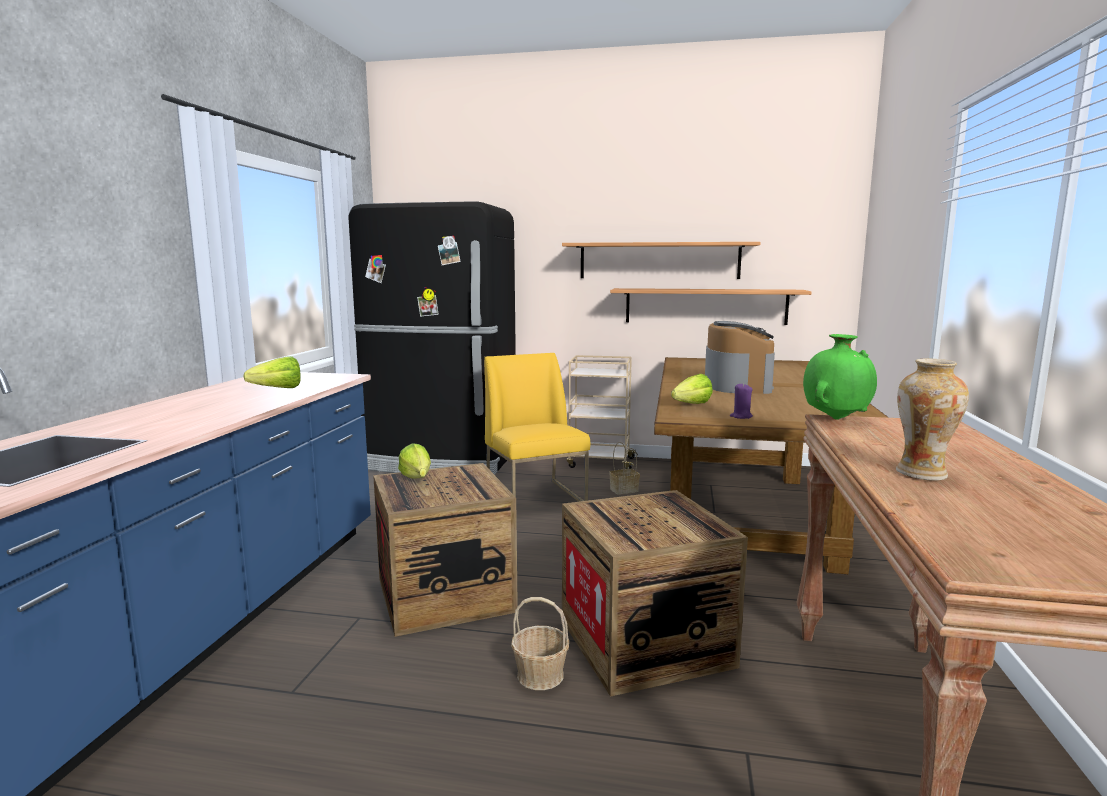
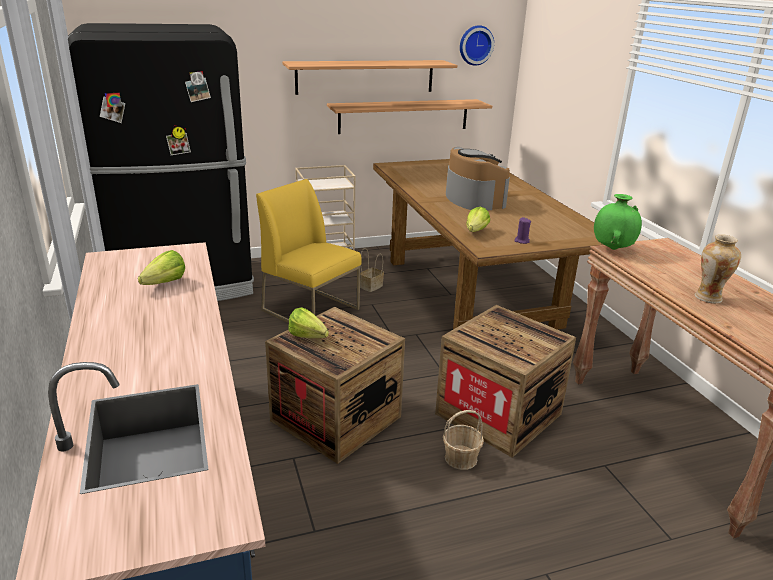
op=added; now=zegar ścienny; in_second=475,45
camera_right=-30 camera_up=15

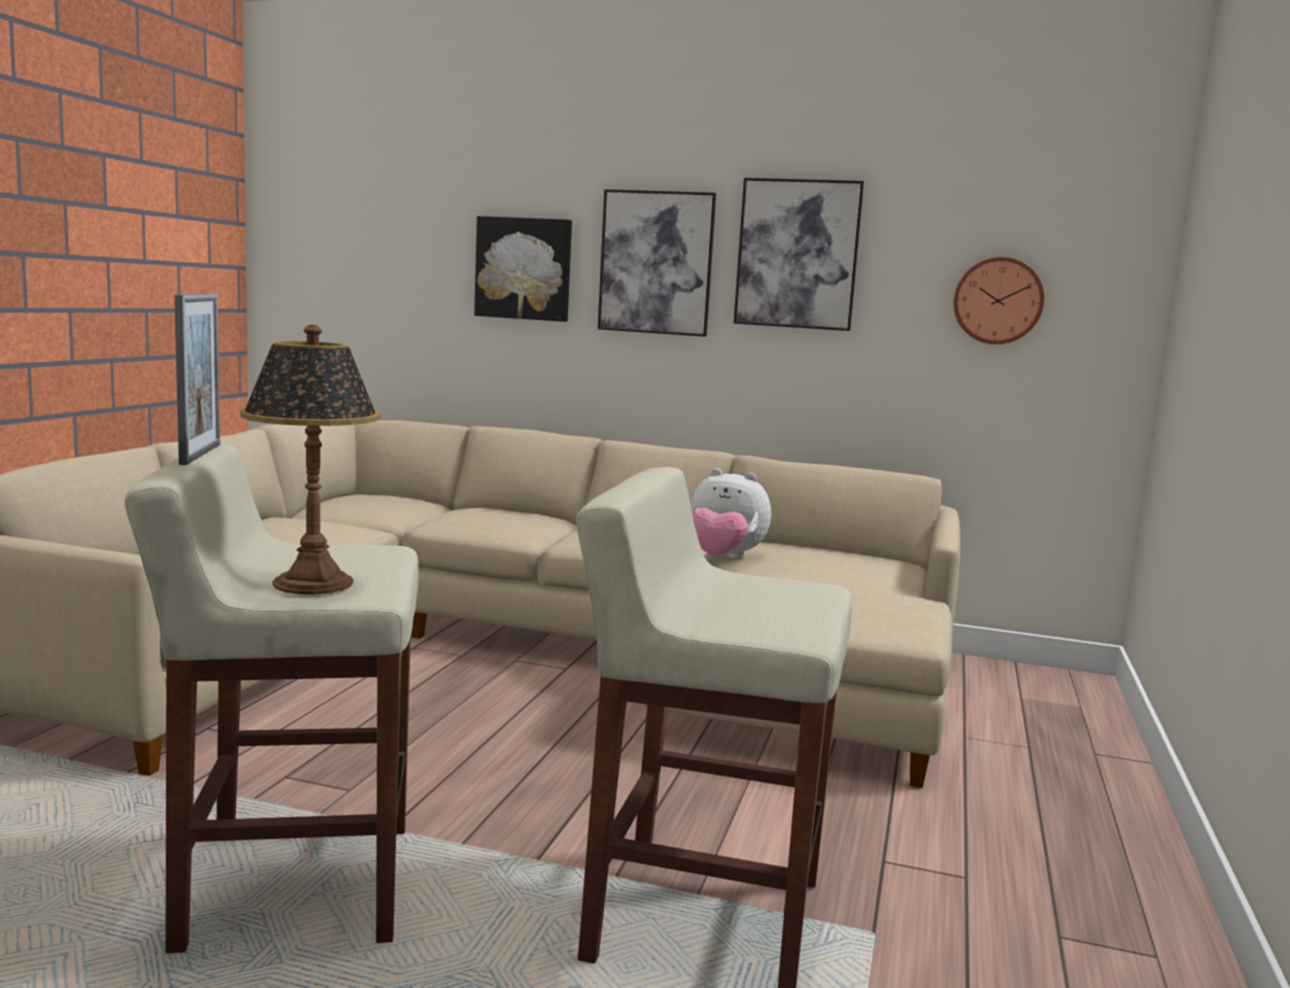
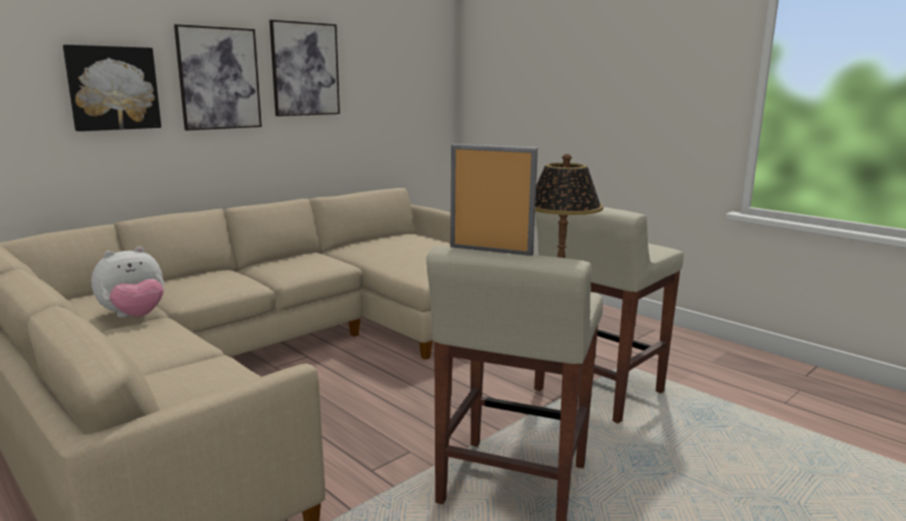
op=moved; was=pluszak; in_first=723,558; in_second=134,317
op=removed; was=zegar ścienny; in_first=998,301
camera_right=-60 camera_up=5

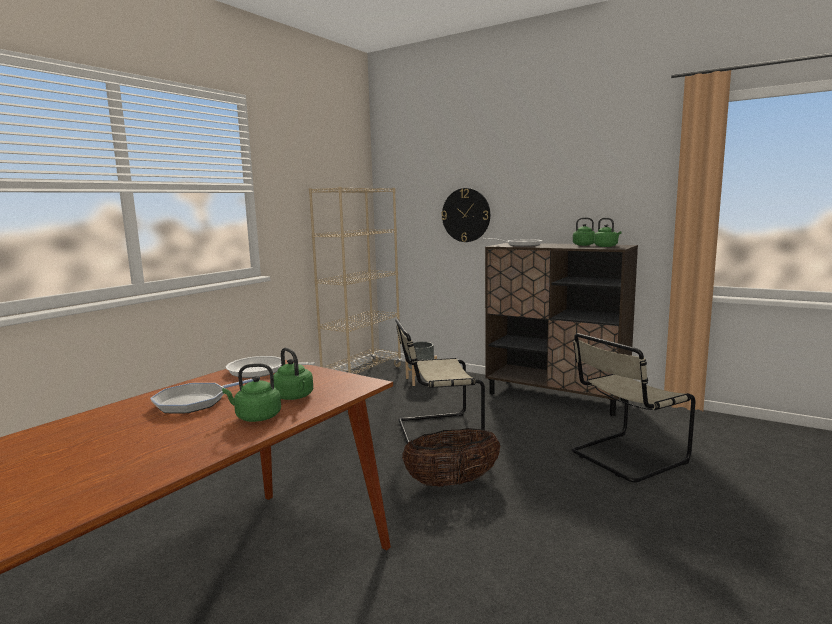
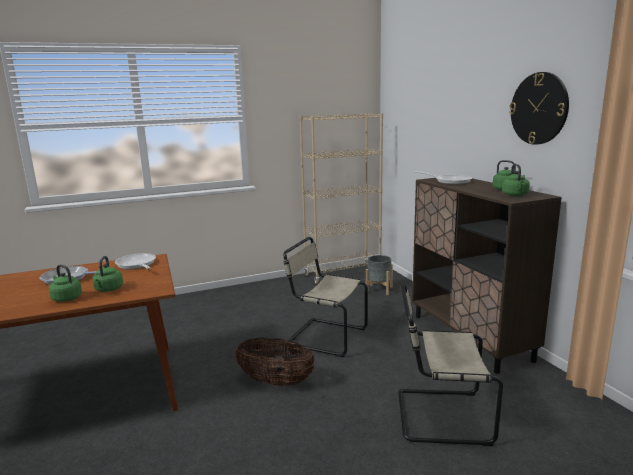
op=moved; was=zegar ścienny; in_first=466,215; in_second=539,108
camera_right=35 camera_up=5

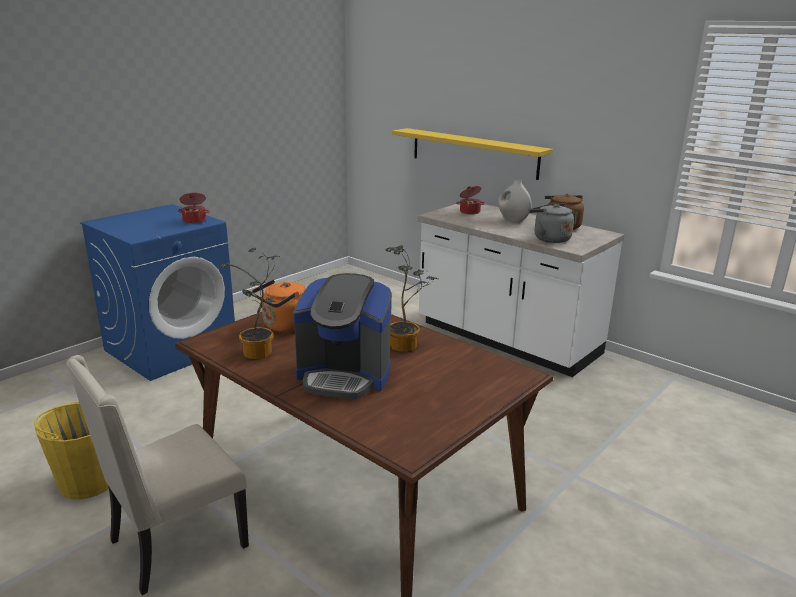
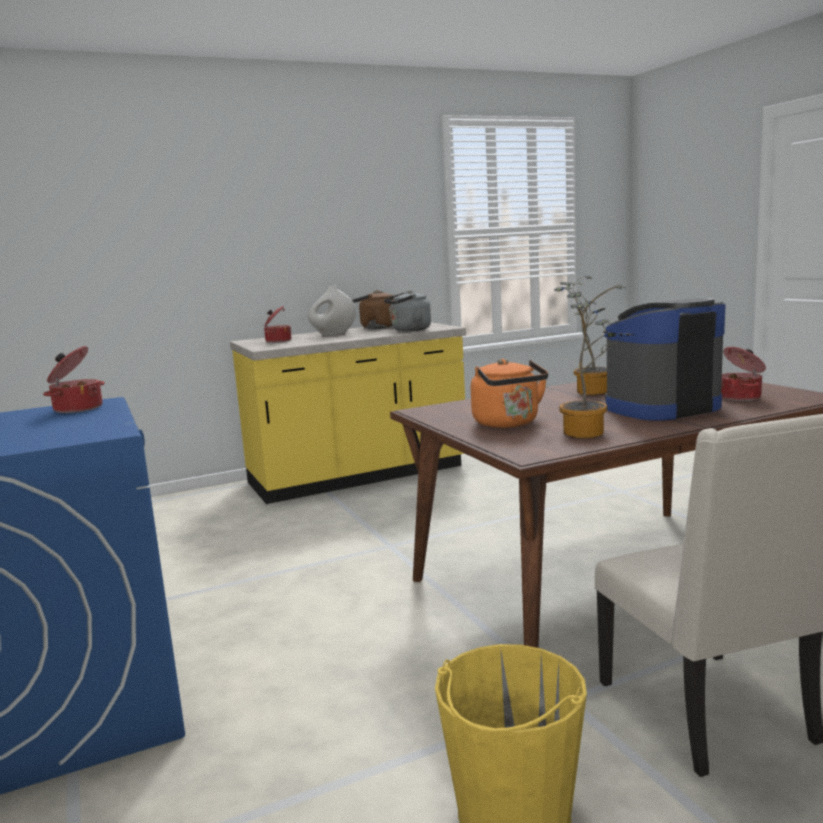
op=recoloured; was=zabudowa kuchenna/biały; now=zabudowa kuchenna/żółty; in_first=506,339; in_second=358,476
op=turned; was=ekspres do kawy; in_first=344,376; in_second=660,407; clockwise=-150
op=added; now=garnek; in_second=741,397
op=removed; was=półka/żółty; in_first=473,153
camera_right=-65 camera_up=-10

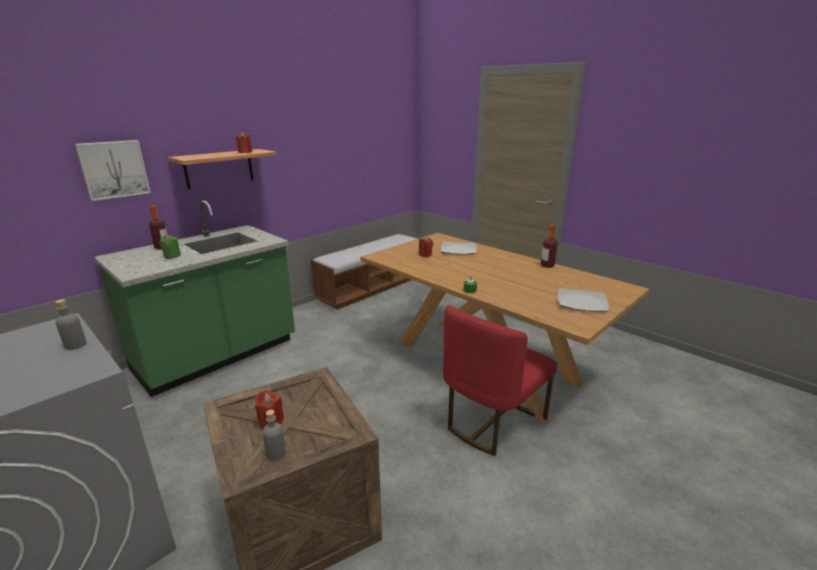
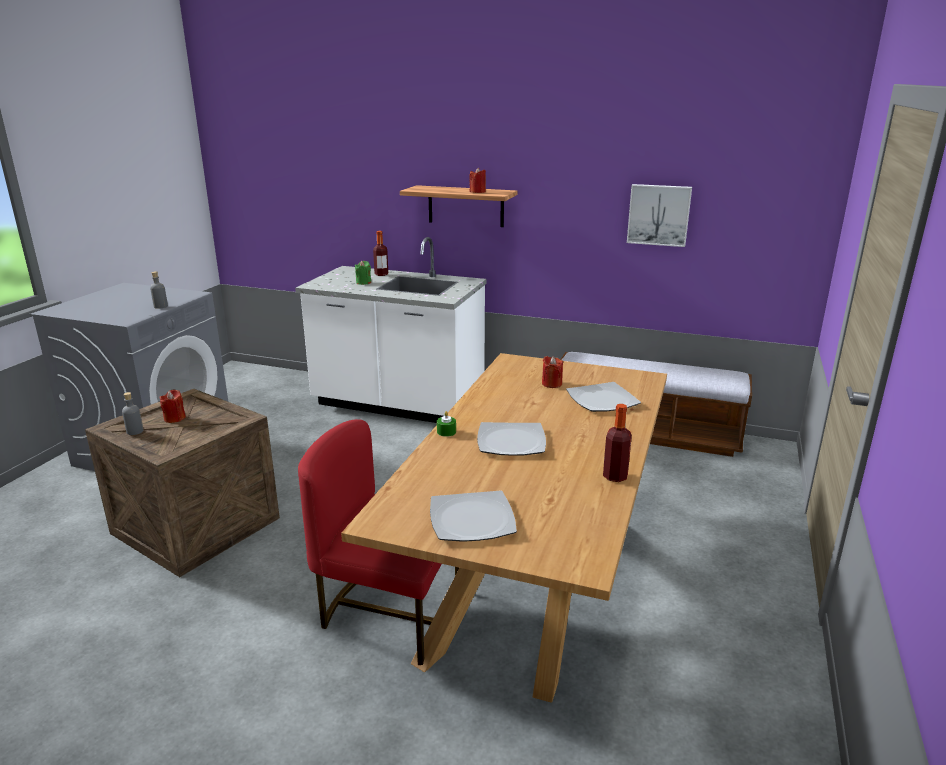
op=recoloured; was=zabudowa kuchenna/zielony; now=zabudowa kuchenna/biały; in_first=217,356; in_second=398,404
op=added; now=talerz; in_second=512,442
op=moved; was=obraz; in_first=113,169; in_second=659,215
camera_right=65 camera_up=0

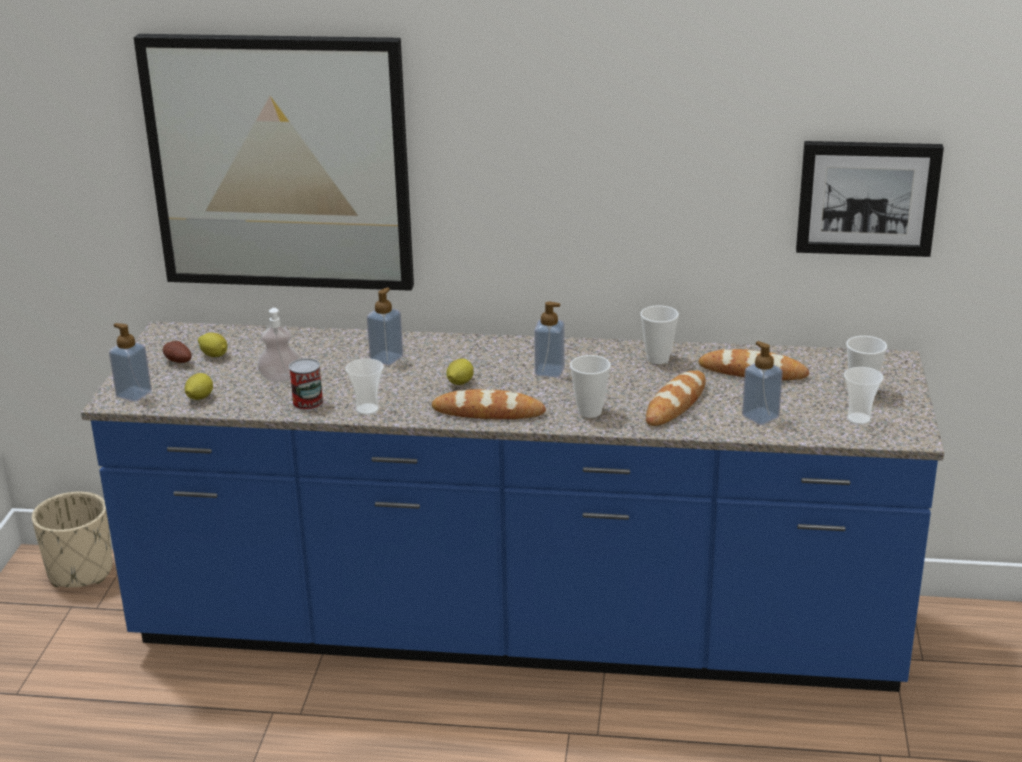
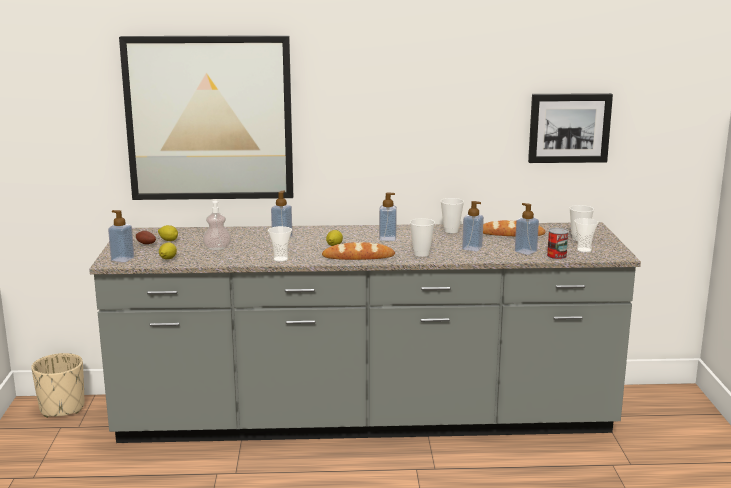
op=recoloured; was=zabudowa kuchenna/niebieski; now=zabudowa kuchenna/szary; in_first=516,633; in_second=365,420
op=replaced; was=chleb; now=dozownik mydła; in_first=676,403; in_second=472,248
op=moved; was=puszka; in_first=308,402; in_second=556,256
camera_right=-10 camera_up=-10

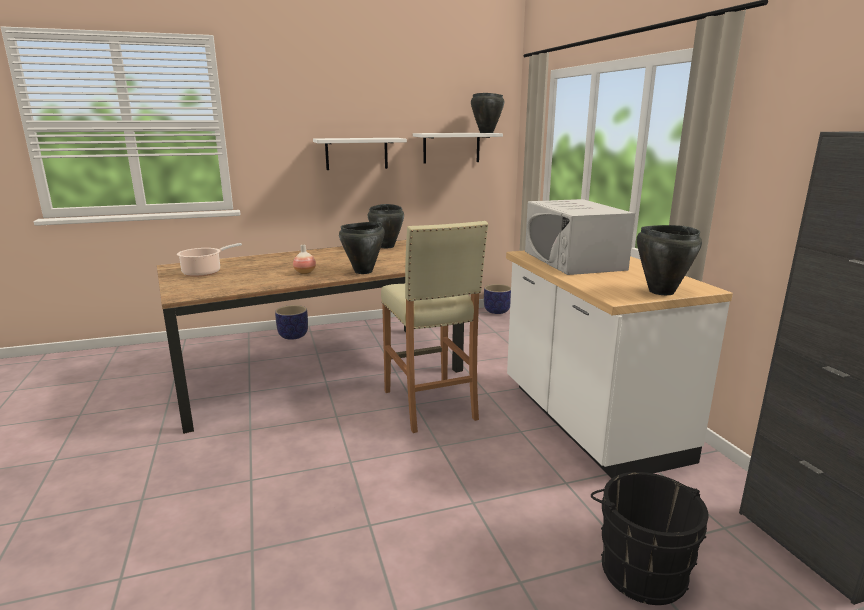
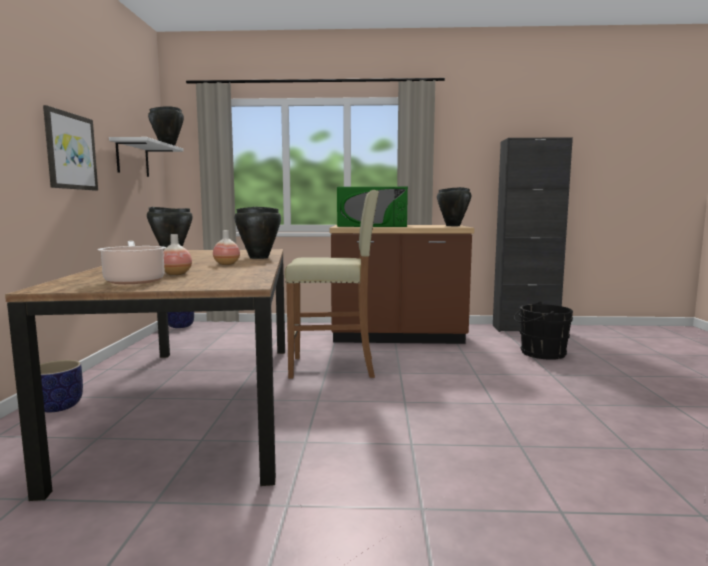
op=replaced; was=półka/biały; now=obraz; in_first=356,153; in_second=70,151
op=added; now=wazon; in_second=176,274
op=recoloured; was=zabudowa kuchenna/biały; now=zabudowa kuchenna/brązowy; in_first=588,422; in_second=397,336
op=recoloured; was=mikrofalówka/biały; now=mikrofalówka/zielony; in_first=573,260; in_second=373,226
camera_right=-70 camera_up=-10

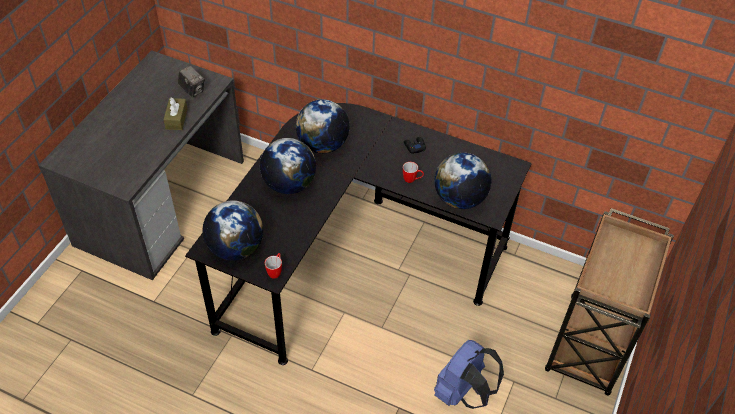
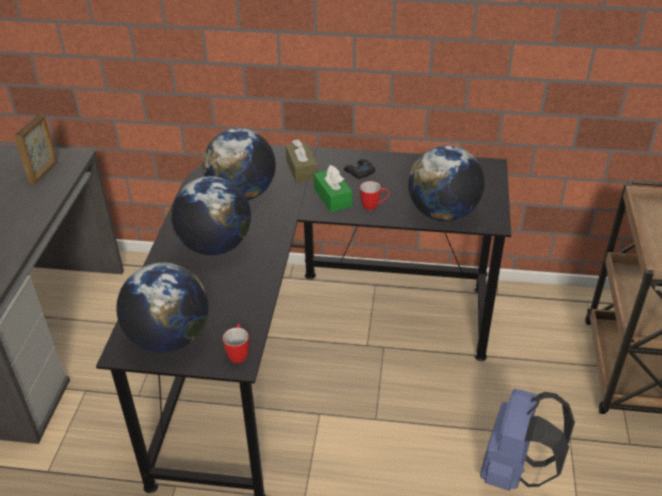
op=replaced; was=aparat fotograficzny; now=ramka na zdjęcie; in_first=192,90; in_second=44,172
op=moved; was=pudełko chusteczek/brązowy; in_first=176,119; in_second=301,169
op=added; now=pudełko chusteczek/zielony; in_second=332,197
camera_right=-15 camera_up=-10

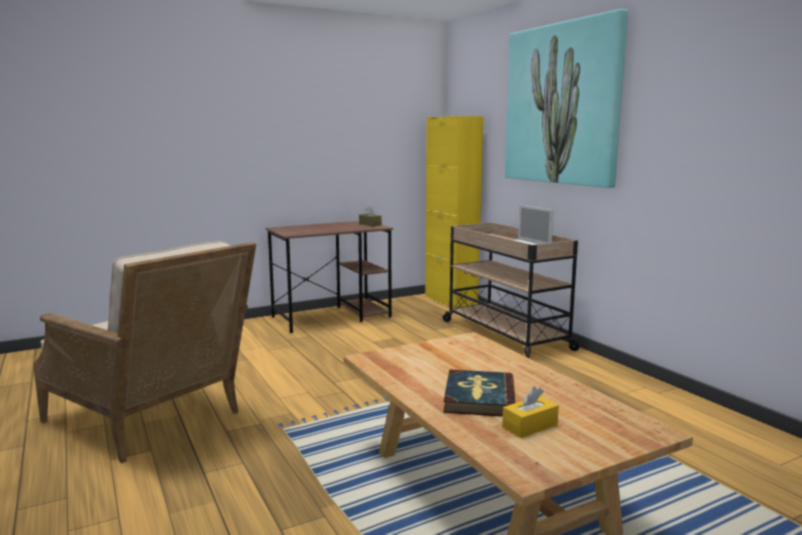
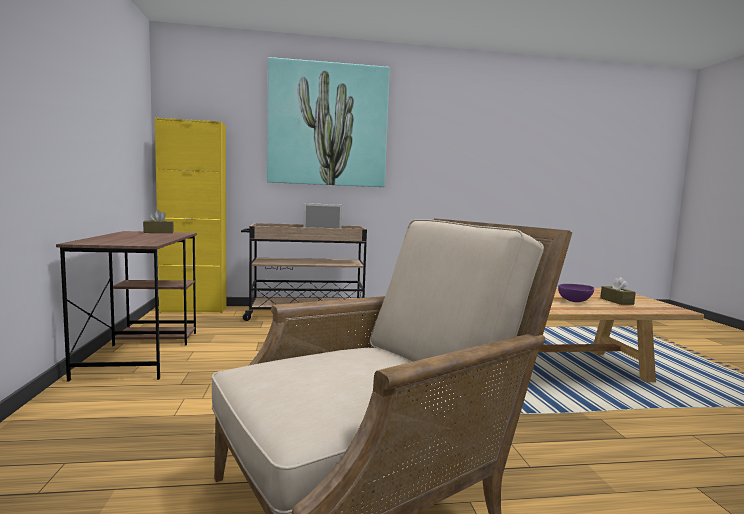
op=replaced; was=książka; now=miska/fioletowy; in_first=479,397; in_second=575,301
op=recoloured; was=pudełko chusteczek/żółty; now=pudełko chusteczek/brązowy; in_first=530,426; in_second=616,301
camera_right=-70 camera_up=-5

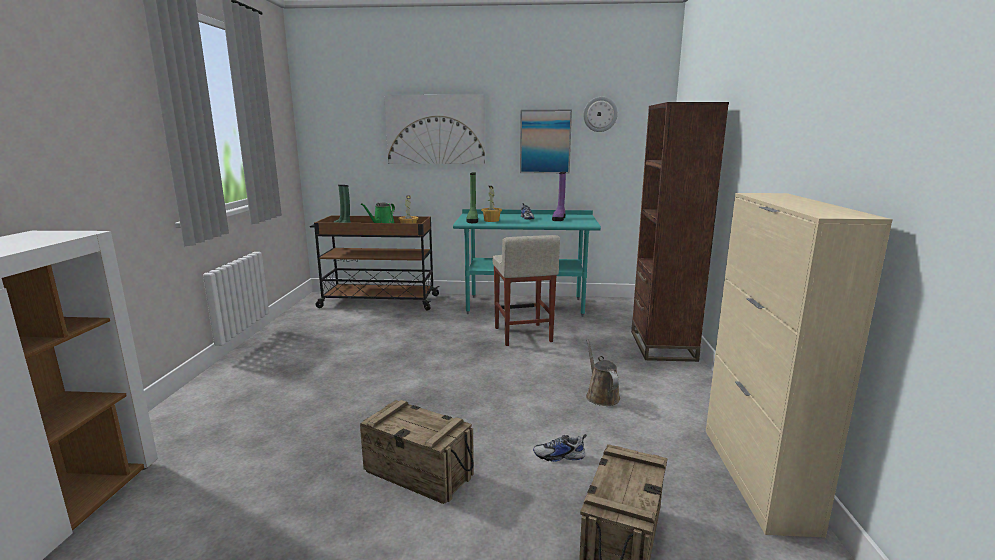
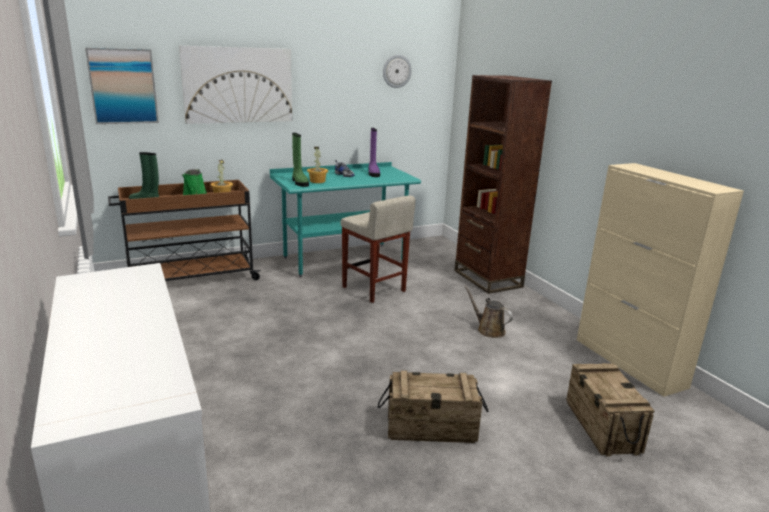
op=moved; was=obraz; in_first=545,141; in_second=123,86
op=removed; was=but; in_first=559,456
camera_right=-30 camera_up=5

